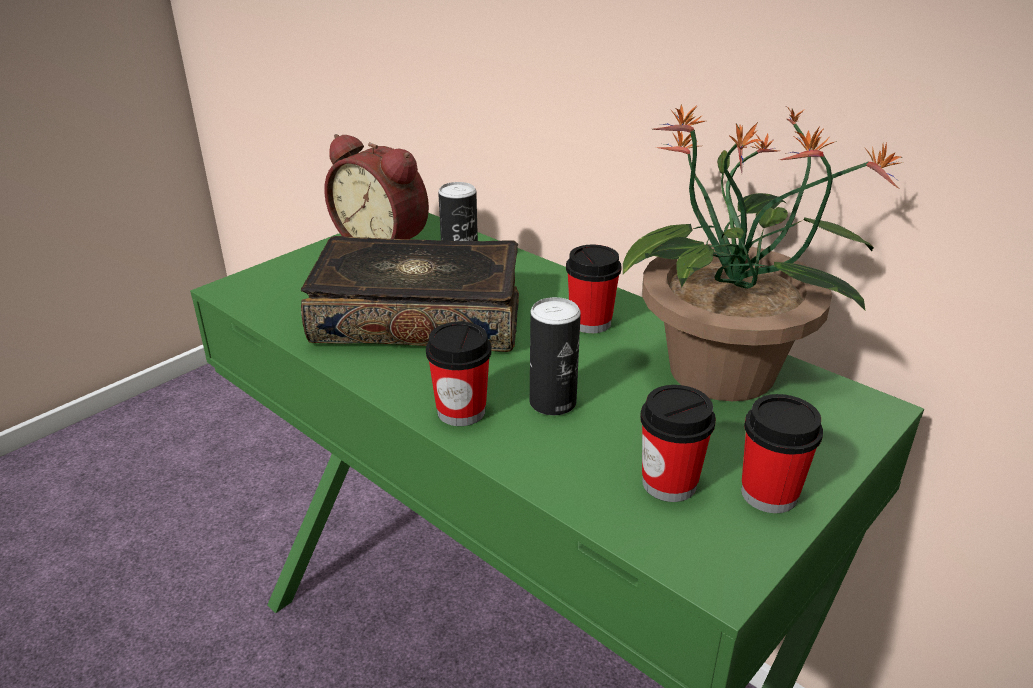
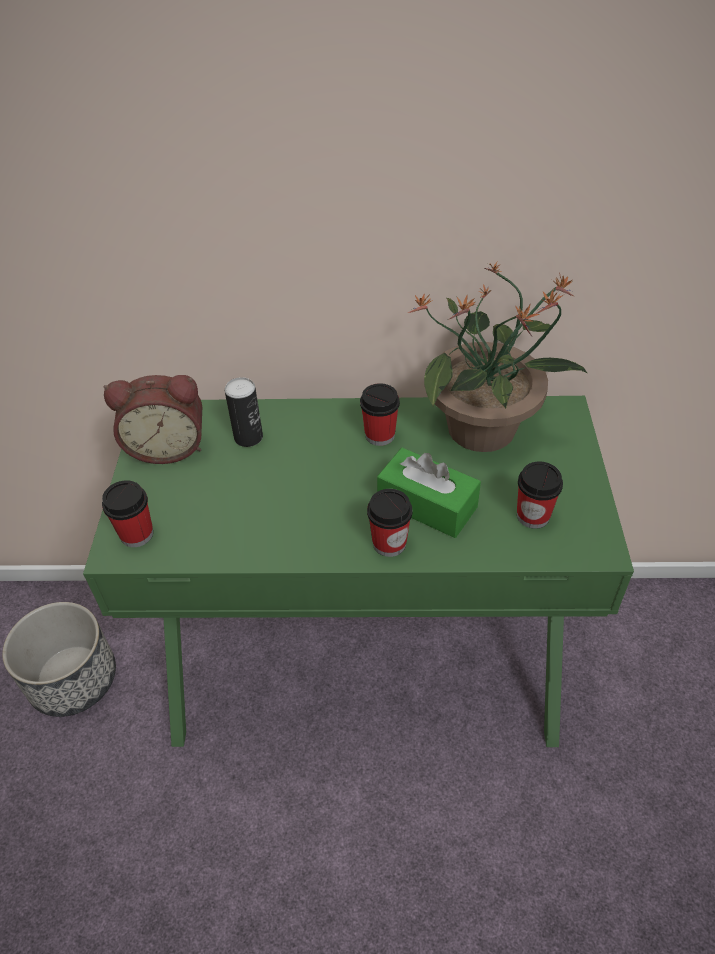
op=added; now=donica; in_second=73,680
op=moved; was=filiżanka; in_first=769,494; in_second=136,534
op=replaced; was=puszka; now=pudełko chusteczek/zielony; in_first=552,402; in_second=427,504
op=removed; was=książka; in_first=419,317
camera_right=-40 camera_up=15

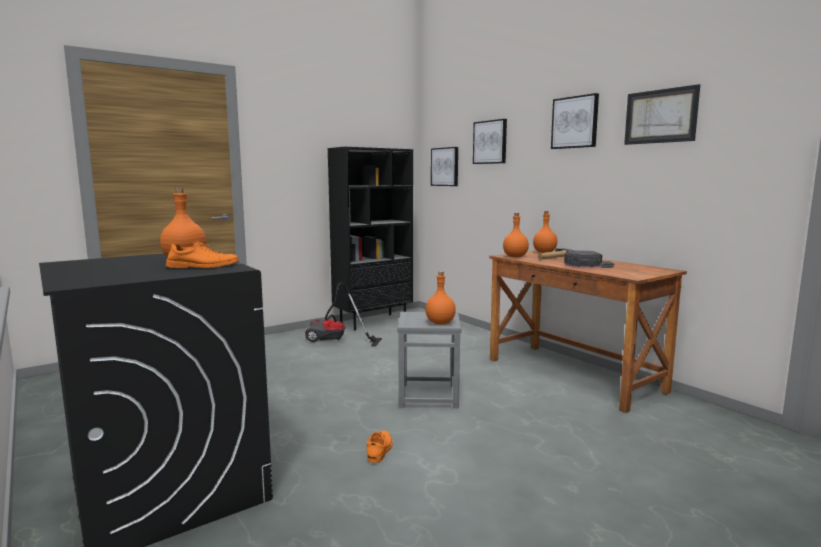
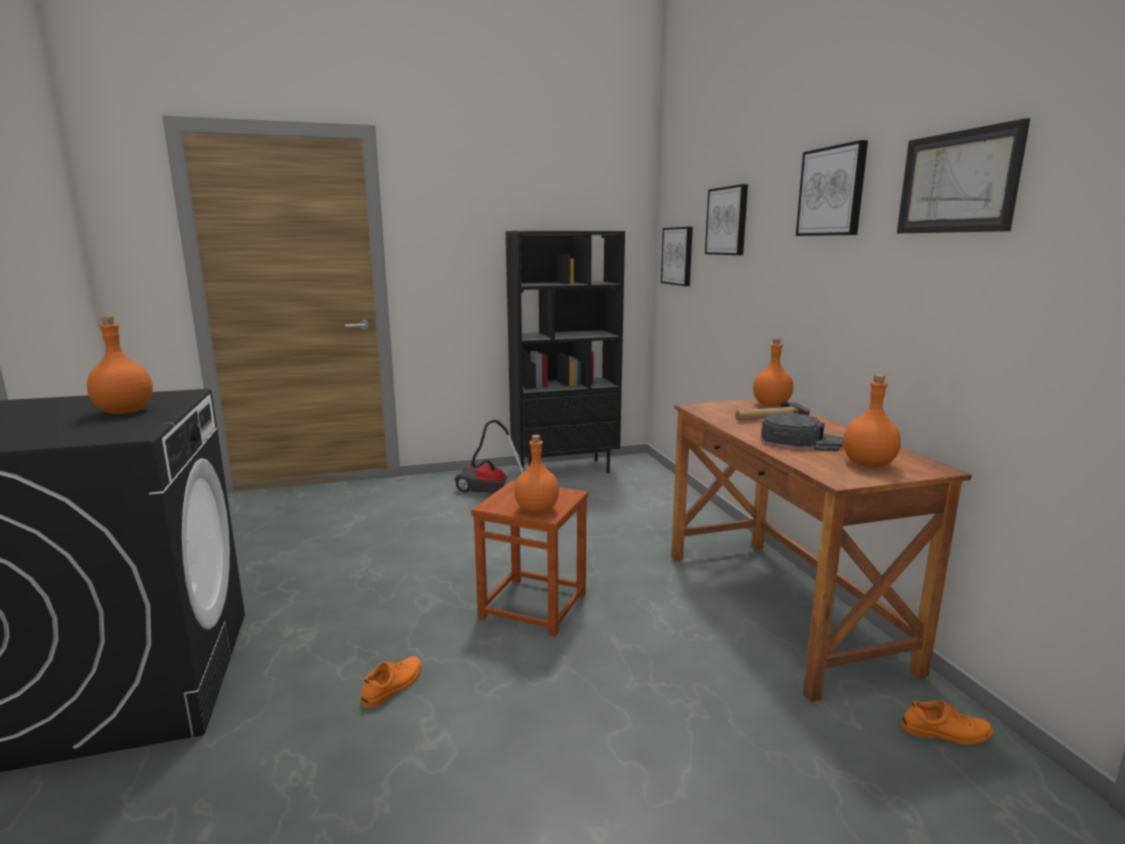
op=recoloured; was=stołek/szary; now=stołek/brązowy; in_first=429,395; in_second=534,605
op=moved; was=butelka/pomarańczowy; in_first=514,256; in_second=867,464
op=moved; was=but/pomarańczowy; in_first=203,266; in_second=946,732
camera_right=20 camera_up=5

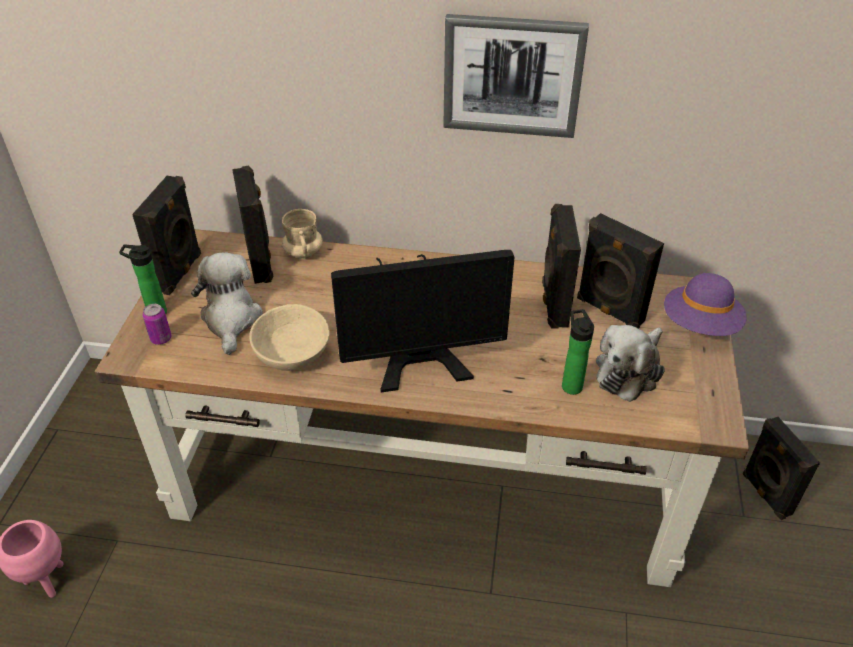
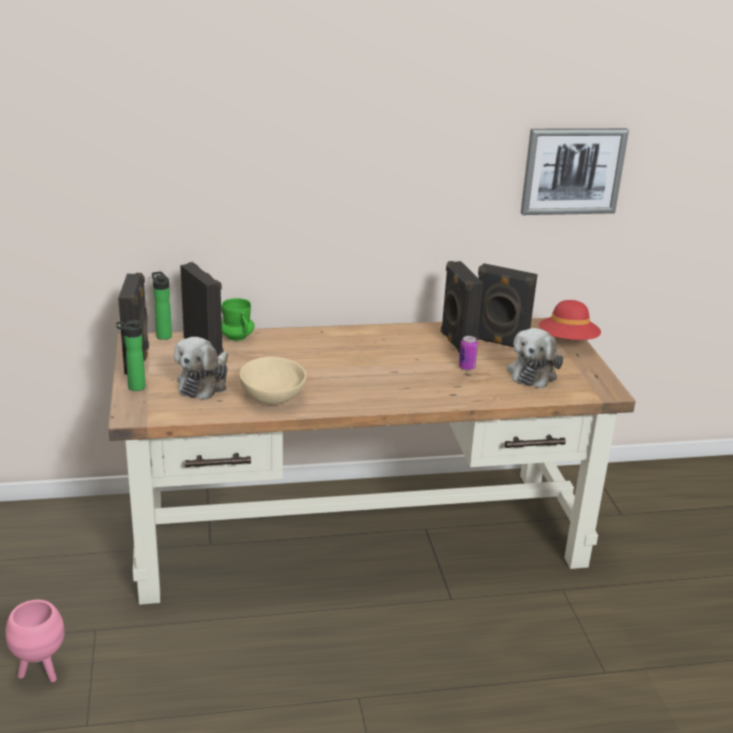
op=moved; was=butelka; in_first=571,384; in_second=163,335
op=turned; was=pluszak; in_first=230,319; in_second=204,383; clockwise=-135
op=recoloured; was=kubek/beżowy; now=kubek/zielony; in_first=303,253; in_second=237,337
op=moved; was=puszka; in_first=161,339; in_second=466,367
op=moved; was=obraz; in_first=512,75; in_second=572,171
op=recoloured; was=kapelusz/fioletowy; now=kapelusz/czerwony; in_first=700,325; in_second=567,342
op=removed; was=monitor; in_first=417,345
op=removed; was=głośnik/czarny; in_first=765,494
camera_right=-20 camera_up=-15

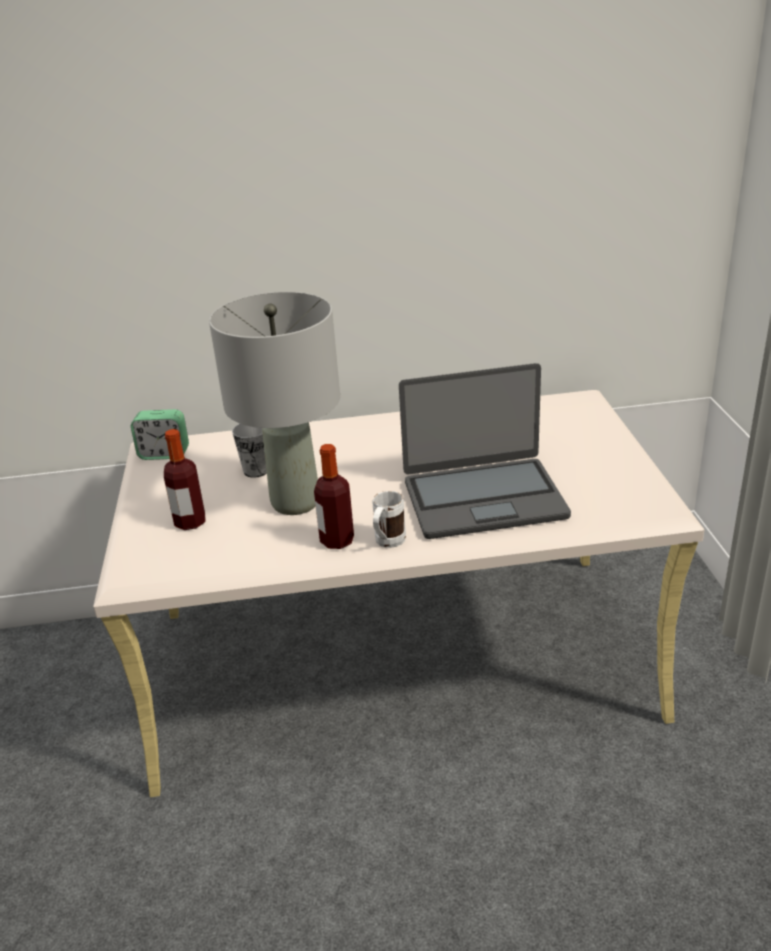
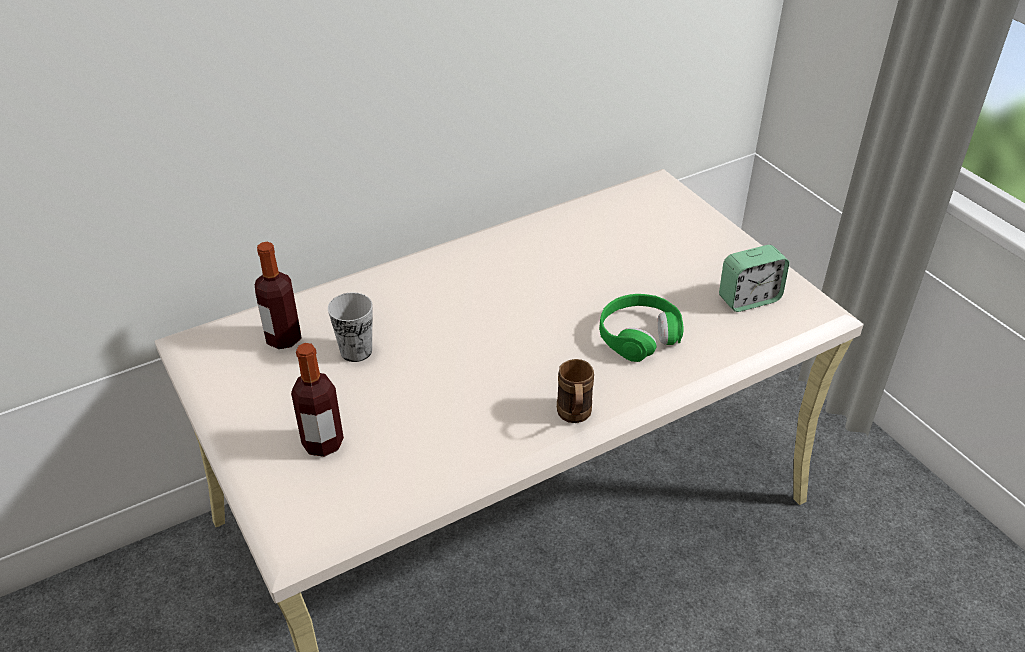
op=moved; was=butelka; in_first=337,540; in_second=283,338
op=recoloured; was=kubek/biały; now=kubek/brązowy; in_first=387,543; in_second=574,417
op=replaced; was=laptop; now=słuchawki/zielony; in_first=483,498; in_second=638,335
op=moved; was=budzik; in_first=164,454; in_second=749,299
op=removed; was=lampa stołowa/szary; in_first=294,503
camera_right=-25 camera_up=10

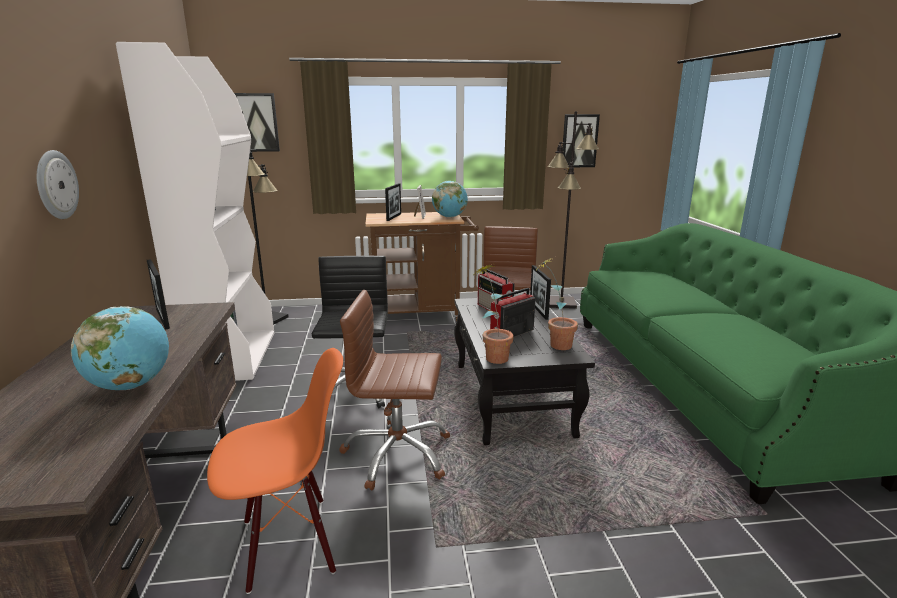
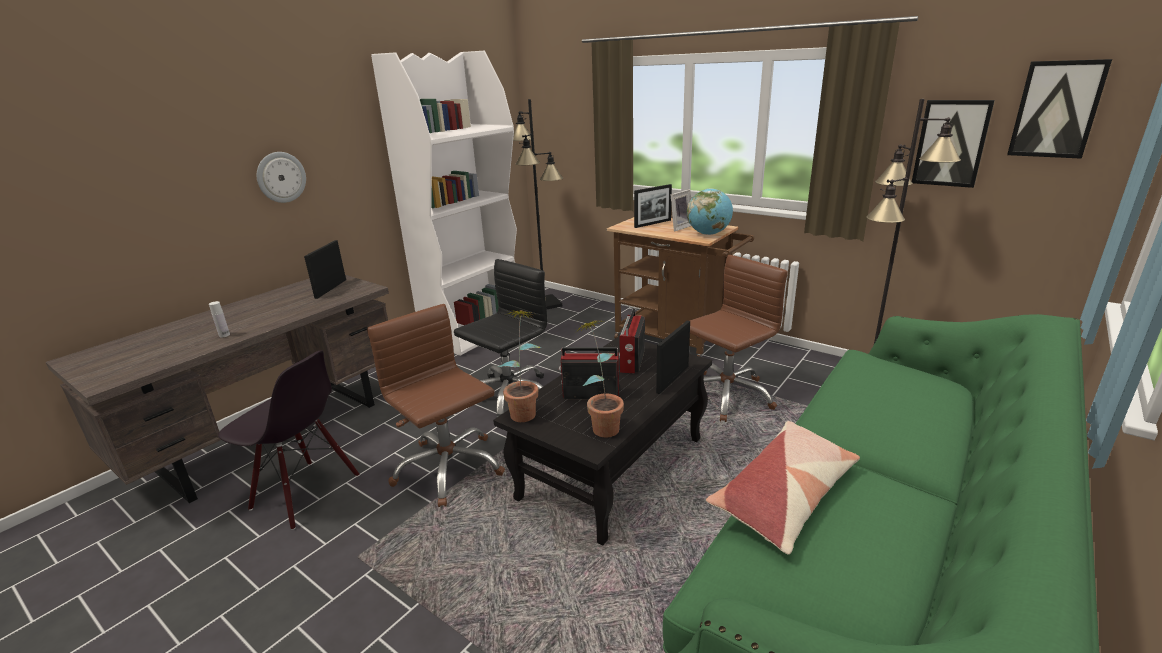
op=replaced; was=globus; now=butelka/biały; in_first=131,385; in_second=224,335
op=recoloured; was=krzesło/pomarańczowy; now=krzesło/czarny; in_first=289,543; in_second=305,493
op=added; now=poduszka; in_second=785,495
op=moved; was=obraz; in_first=257,122; in_second=1056,109
camera_right=45 camera_up=5

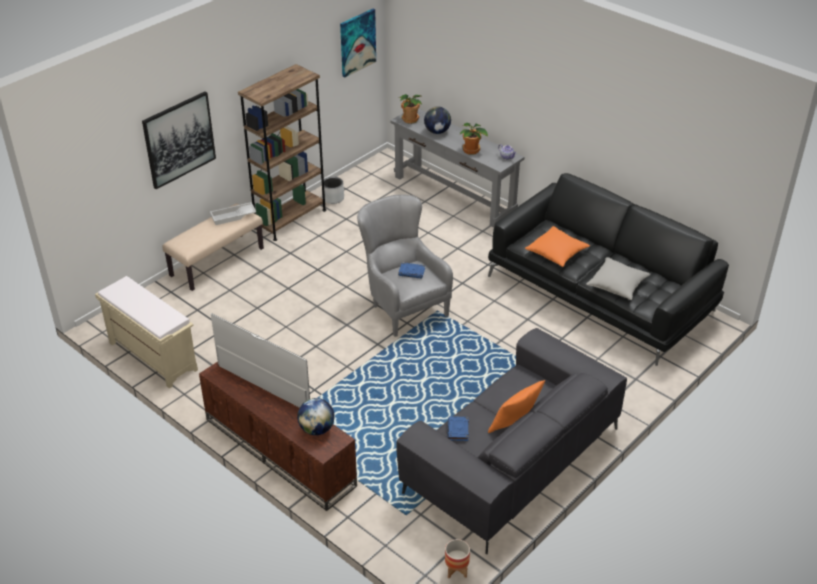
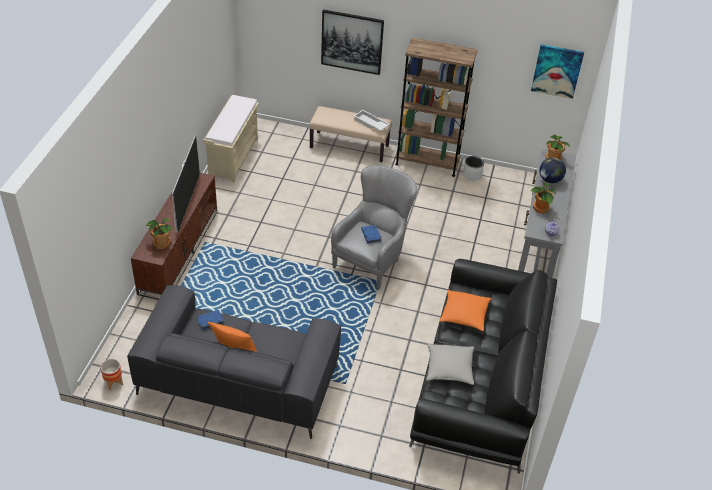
op=replaced; was=globus; now=roślina doniczkowa; in_first=316,429; in_second=161,243
camera_right=60 camera_up=5

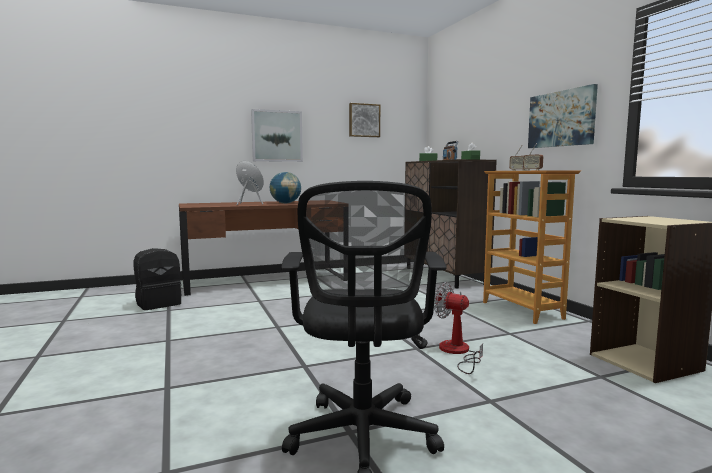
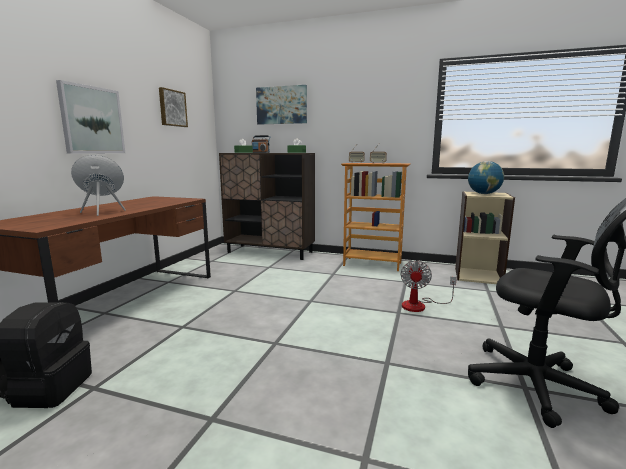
op=moved; was=obraz; in_first=561,119; in_second=281,105
op=turned; was=wentylator; in_first=457,352; in_second=420,305; clockwise=-60
op=moved; was=globus; in_first=285,203; in_second=484,194
camera_right=-50 camera_up=5

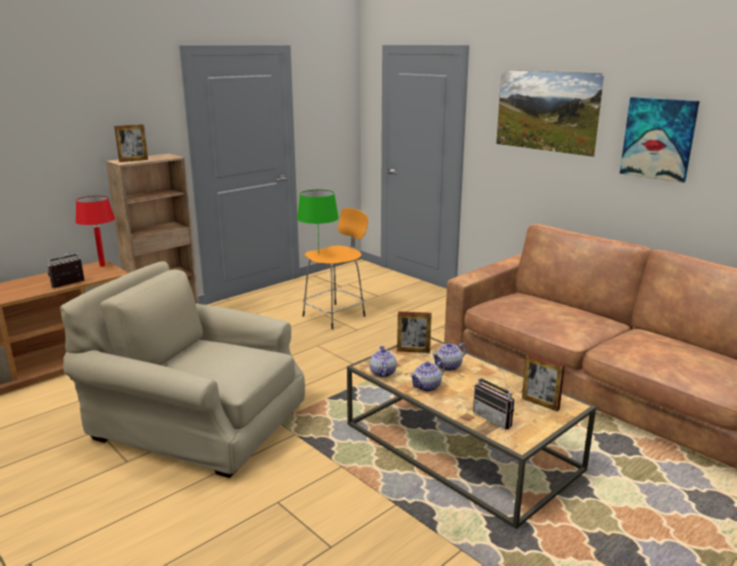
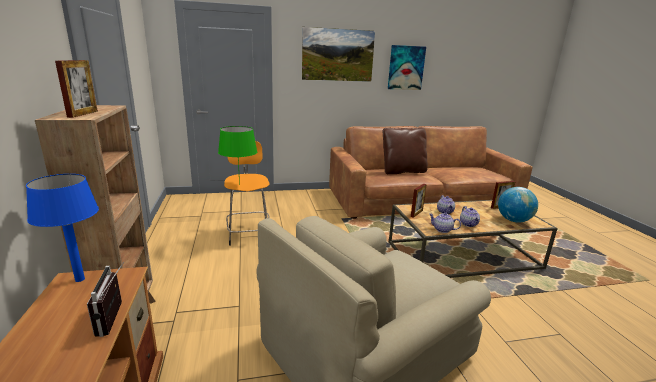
op=recoloured; was=lampa stołowa/czerwony; now=lampa stołowa/niebieski; in_first=102,265; in_second=80,279
op=added; now=poduszka/brązowy; in_second=402,171
op=replaced; was=radio; now=globus; in_first=495,418; in_second=513,220
camera_right=-60 camera_up=0

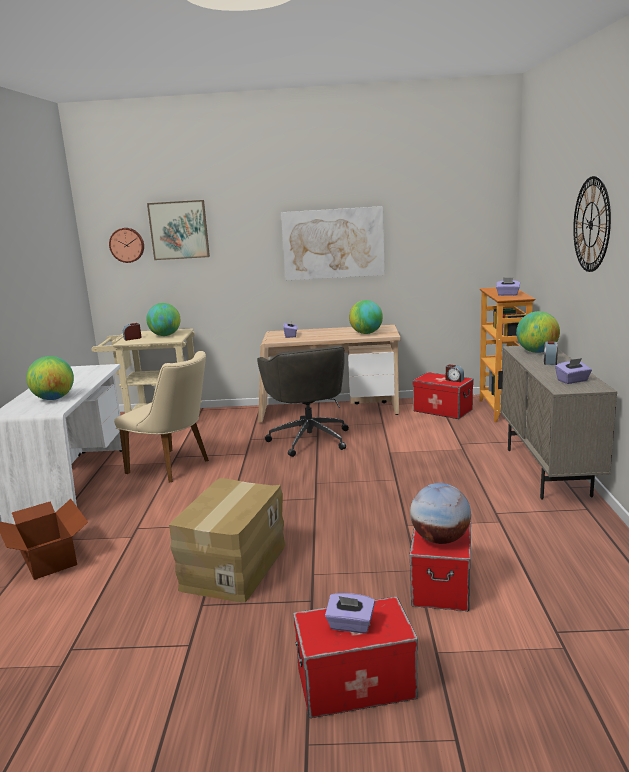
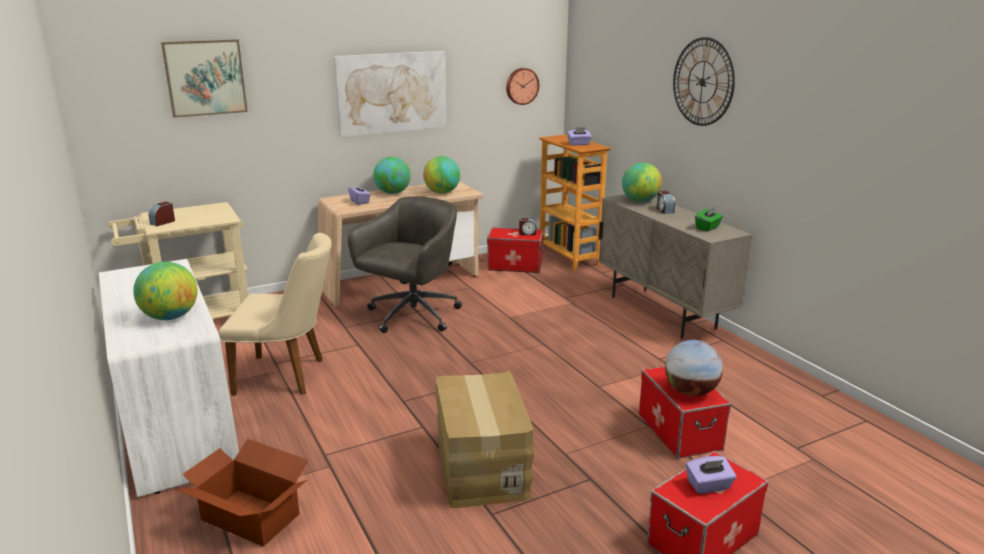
op=turned; was=krzesło biurowe/szary; in_first=309,438; in_second=411,316; clockwise=-105
op=moved; was=globus; in_first=165,335; in_second=392,193
op=moved; was=zegar ścienny; in_first=127,245; in_second=521,86
op=recoloured; was=pudełko chusteczek/fioletowy; now=pudełko chusteczek/zielony; in_first=572,381; in_second=707,228
camera_right=-30 camera_up=5

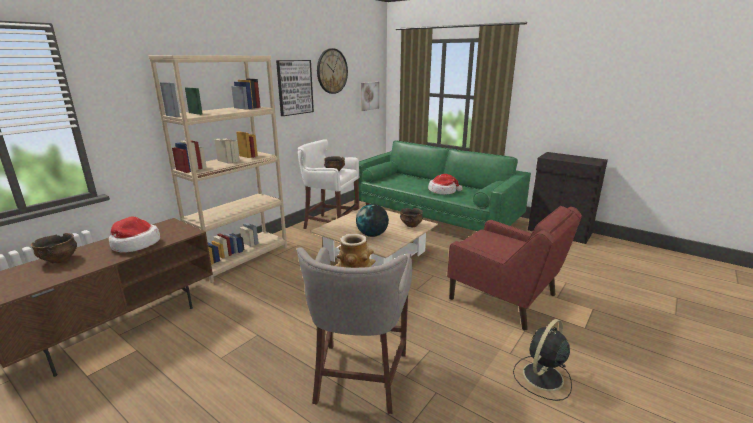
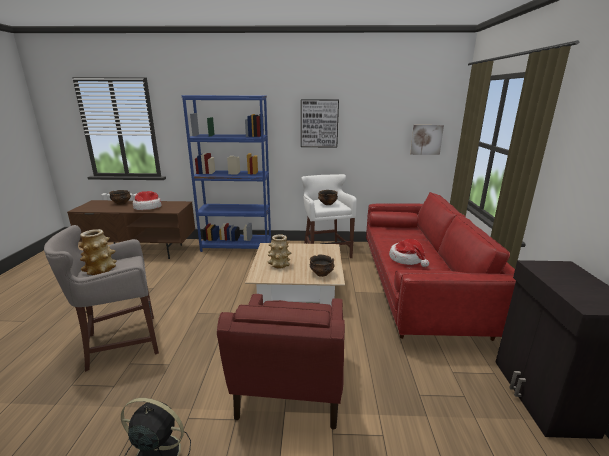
op=recoloured; was=regał/beżowy; now=regał/niebieski; in_first=241,258; in_second=237,246
op=replaced; was=globus; now=wazon; in_first=372,235; in_second=279,265
op=recoloured; was=kanapa/zielony; now=kanapa/czerwony; in_first=435,217; in_second=420,289
op=removed; was=zegar ścienny; in_first=332,71
camera_right=55 camera_up=0

